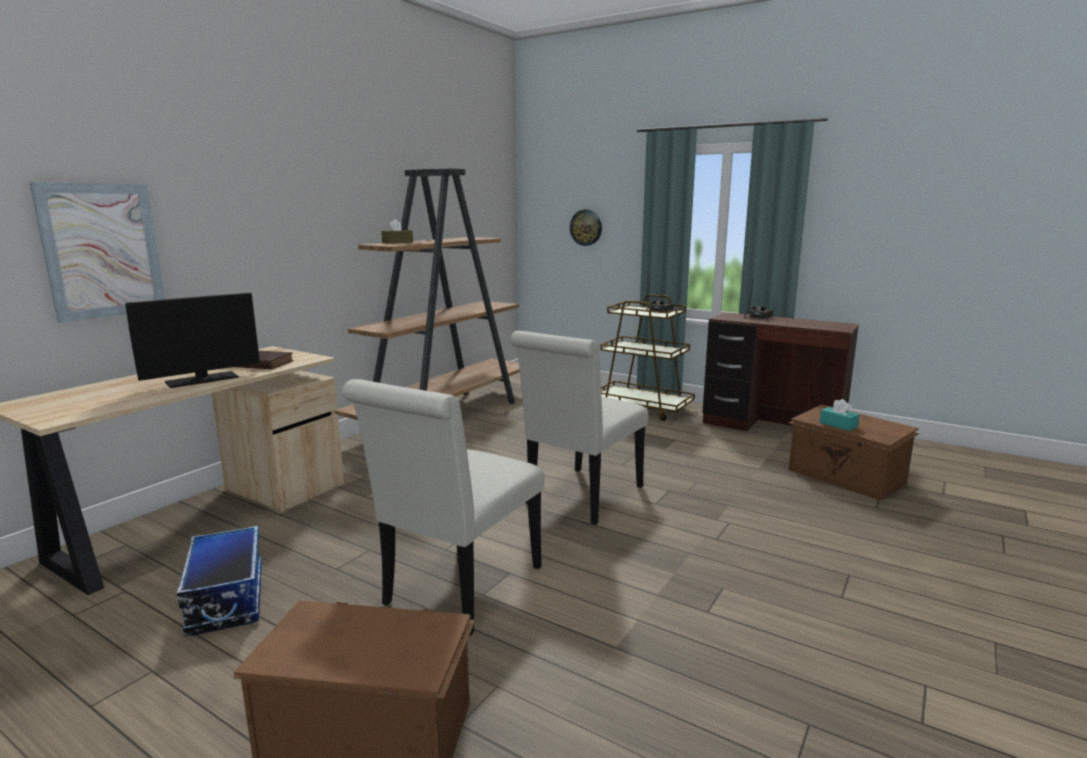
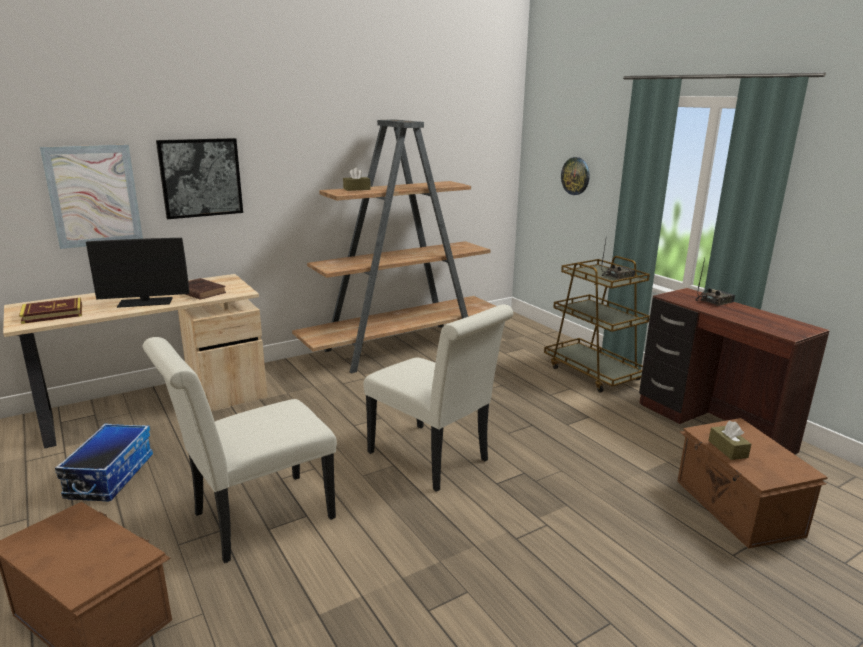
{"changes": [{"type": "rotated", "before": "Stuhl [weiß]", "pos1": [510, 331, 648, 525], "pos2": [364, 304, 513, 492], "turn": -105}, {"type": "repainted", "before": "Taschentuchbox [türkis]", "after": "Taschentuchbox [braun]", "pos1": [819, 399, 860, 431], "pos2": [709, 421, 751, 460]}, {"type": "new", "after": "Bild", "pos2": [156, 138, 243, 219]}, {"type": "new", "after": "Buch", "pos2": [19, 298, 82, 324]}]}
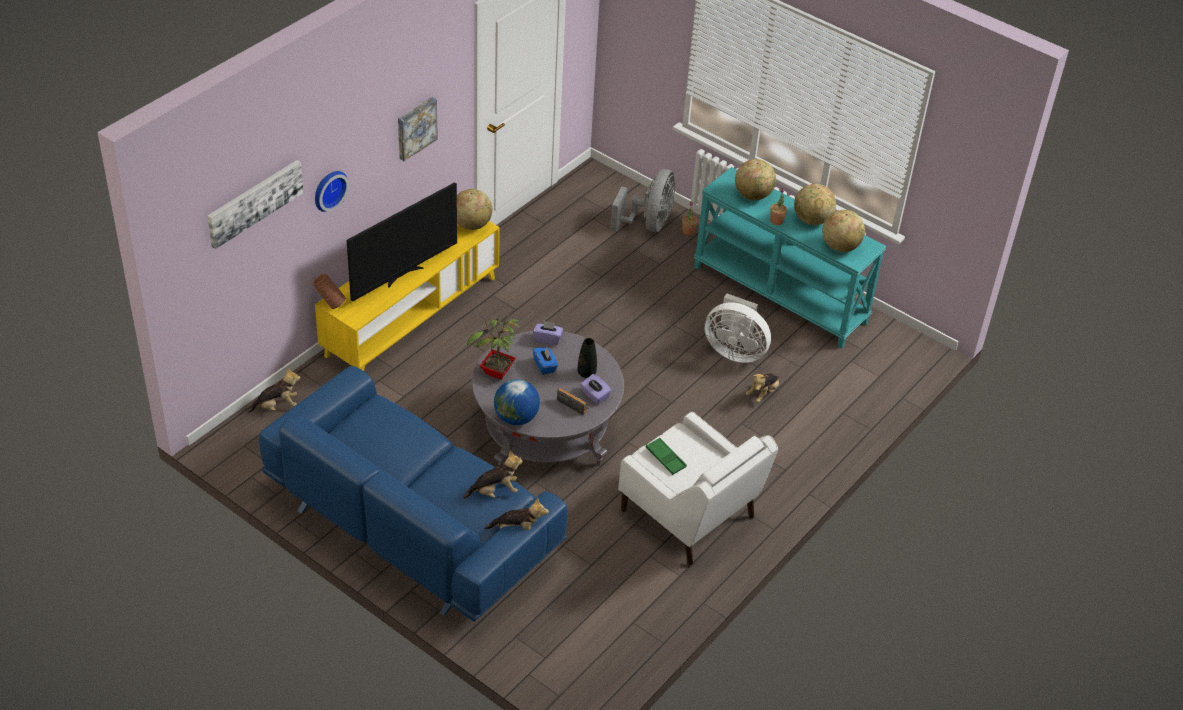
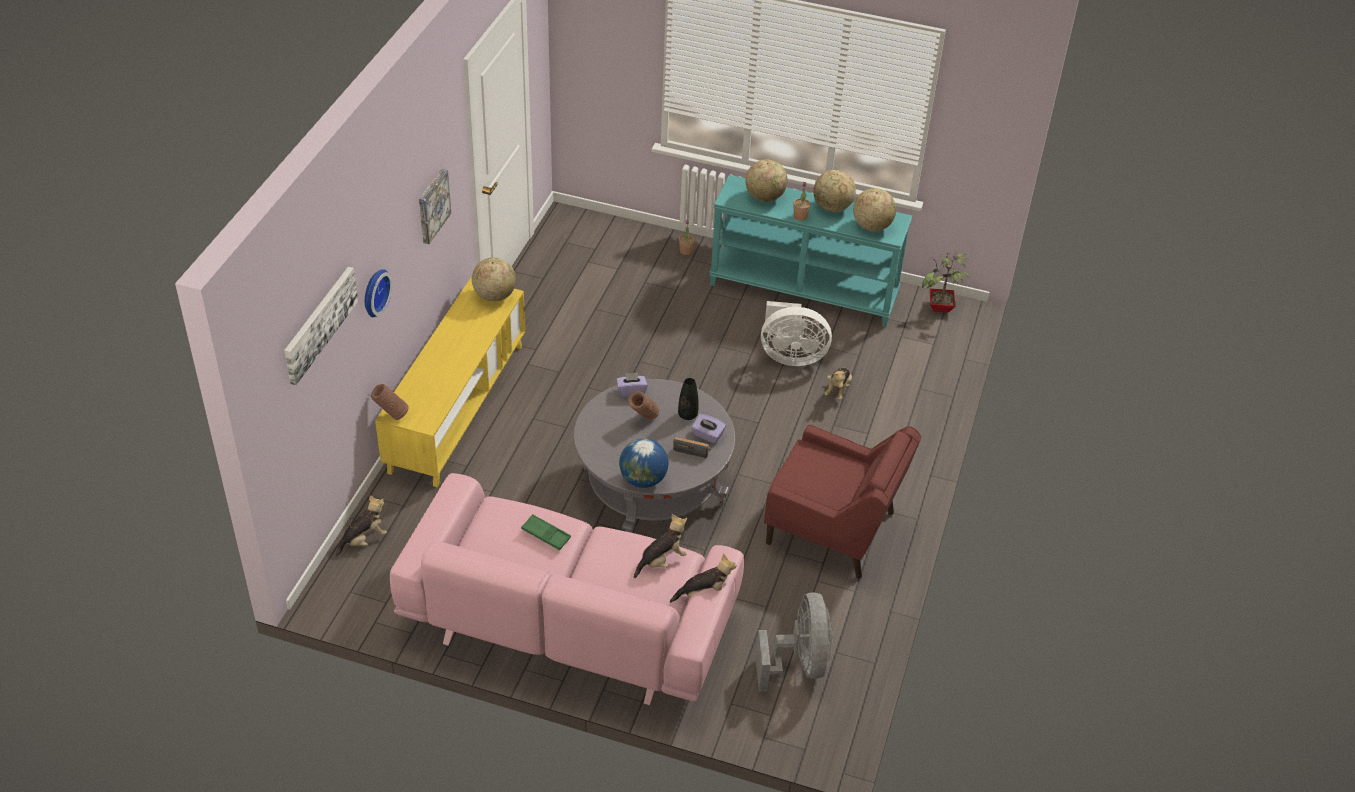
{"changes": [{"type": "shifted", "before": "Ventilator [grau]", "pos1": [610, 169, 675, 232], "pos2": [755, 592, 833, 692]}, {"type": "gone", "before": "Fernseher", "pos1": [347, 182, 457, 302]}, {"type": "shifted", "before": "Topfpflanze", "pos1": [467, 314, 520, 380], "pos2": [922, 250, 970, 313]}, {"type": "swapped", "before": "Taschentuchbox [blau]", "after": "Vase [braun]", "pos1": [533, 347, 558, 375], "pos2": [628, 391, 659, 420]}, {"type": "repainted", "before": "Sofa [blau]", "after": "Sofa [rosa]", "pos1": [259, 366, 568, 622], "pos2": [390, 473, 744, 705]}, {"type": "repainted", "before": "Sessel [weiß]", "after": "Sessel [rot]", "pos1": [618, 412, 778, 565], "pos2": [764, 425, 922, 578]}, {"type": "shifted", "before": "Tablett [grün]", "pos1": [646, 438, 687, 475], "pos2": [521, 514, 571, 550]}]}
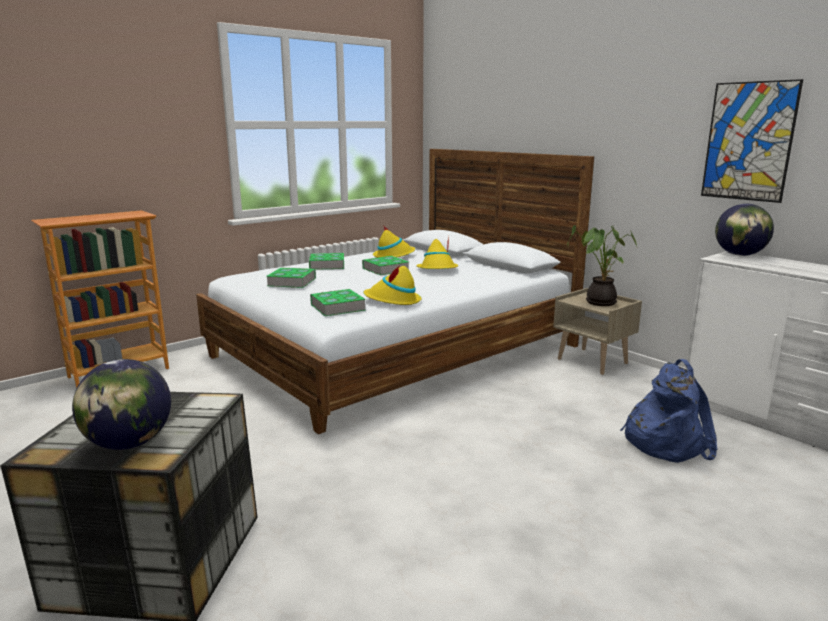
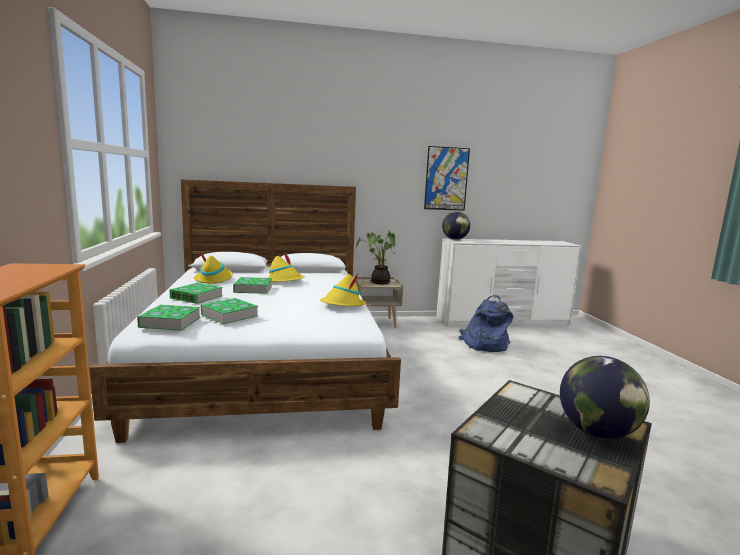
{"changes": [{"type": "shifted", "before": "Buch", "pos1": [310, 289, 366, 316], "pos2": [137, 305, 201, 331]}]}
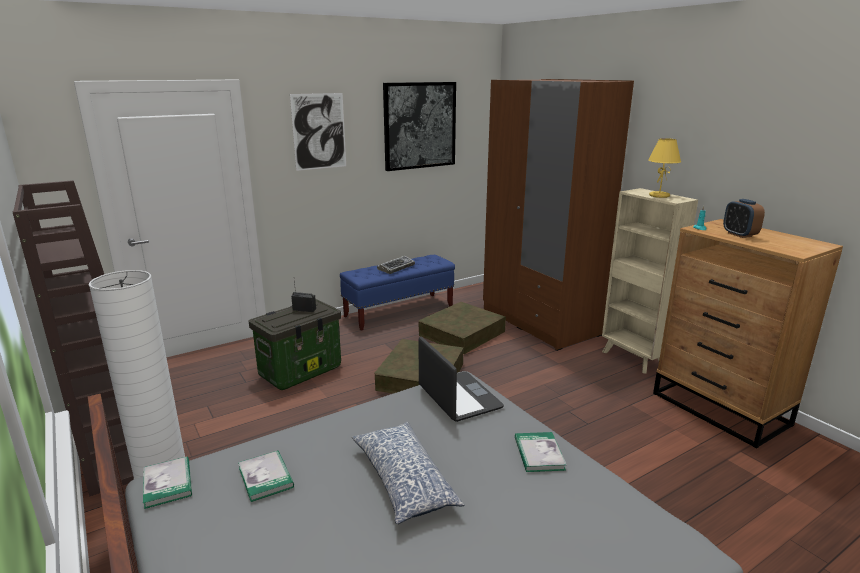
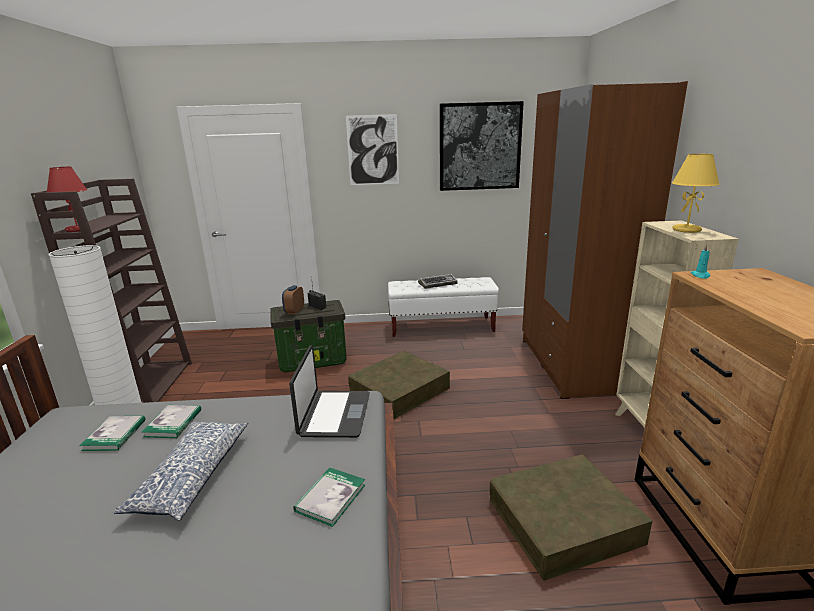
{"changes": [{"type": "shifted", "before": "Wecker", "pos1": [723, 199, 765, 238], "pos2": [282, 285, 304, 314]}, {"type": "repainted", "before": "Bank [blau]", "after": "Bank [weiß]", "pos1": [340, 254, 455, 331], "pos2": [388, 277, 499, 337]}, {"type": "shifted", "before": "Aufbewahrungsbox [braun]", "pos1": [418, 302, 506, 354], "pos2": [490, 454, 652, 581]}, {"type": "shifted", "before": "Buch", "pos1": [143, 457, 192, 509], "pos2": [142, 405, 201, 438]}, {"type": "new", "after": "Tischlampe [rot]", "pos2": [47, 167, 87, 232]}]}
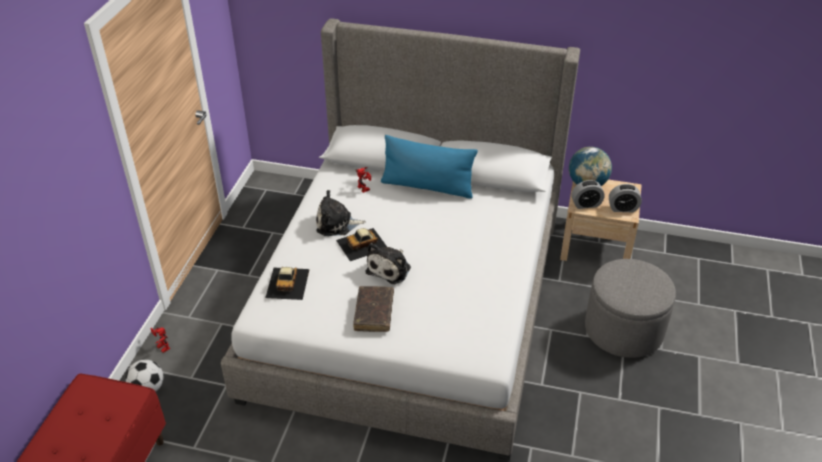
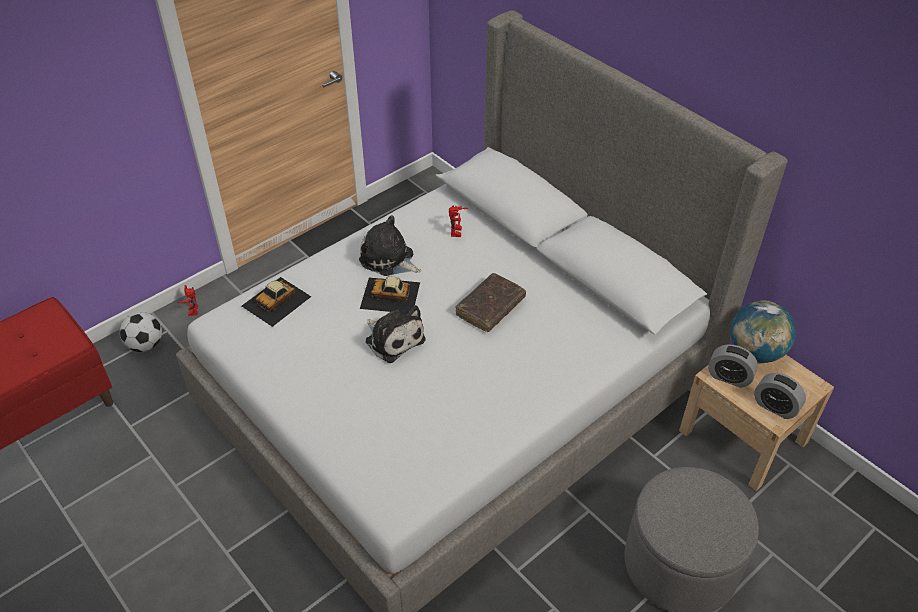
{"changes": [{"type": "gone", "before": "Kissen [blau]", "pos1": [381, 135, 478, 199]}, {"type": "rotated", "before": "Plüschtier", "pos1": [366, 243, 411, 284], "pos2": [366, 305, 426, 363], "turn": -105}, {"type": "shifted", "before": "Buch [braun]", "pos1": [353, 286, 394, 332], "pos2": [456, 273, 526, 332]}]}
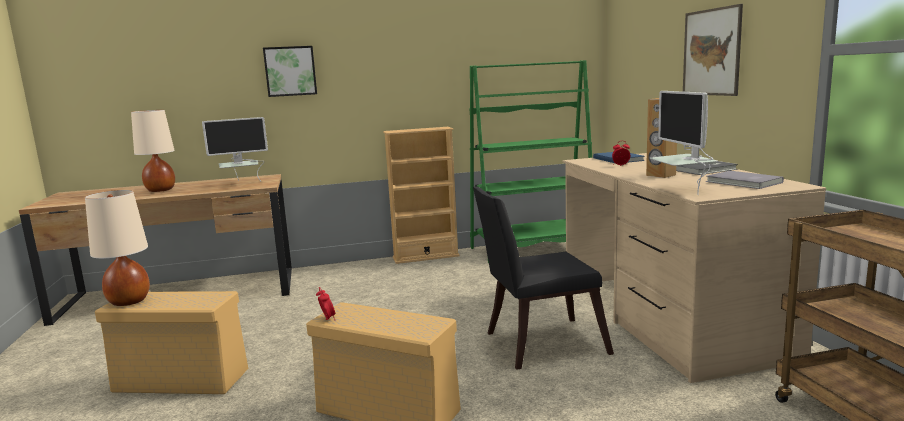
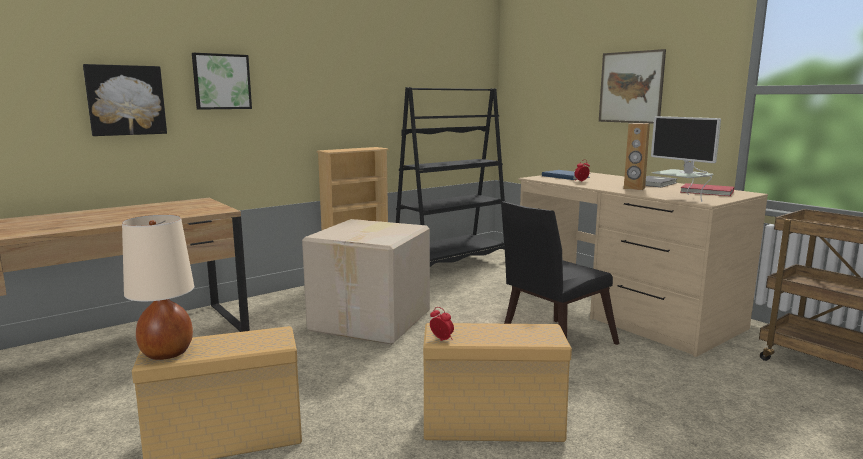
{"changes": [{"type": "repainted", "before": "Bücherregal [grün]", "after": "Bücherregal [schwarz]", "pos1": [470, 60, 592, 263], "pos2": [396, 87, 505, 267]}, {"type": "gone", "before": "Tischlampe [beige]", "pos1": [131, 110, 175, 192]}, {"type": "gone", "before": "Monitor", "pos1": [202, 117, 268, 181]}, {"type": "repainted", "before": "Buch [grau]", "after": "Buch [rot]", "pos1": [706, 171, 784, 189], "pos2": [680, 183, 734, 196]}, {"type": "new", "after": "Bild", "pos2": [83, 64, 167, 136]}, {"type": "new", "after": "Karton", "pos2": [302, 219, 430, 345]}]}
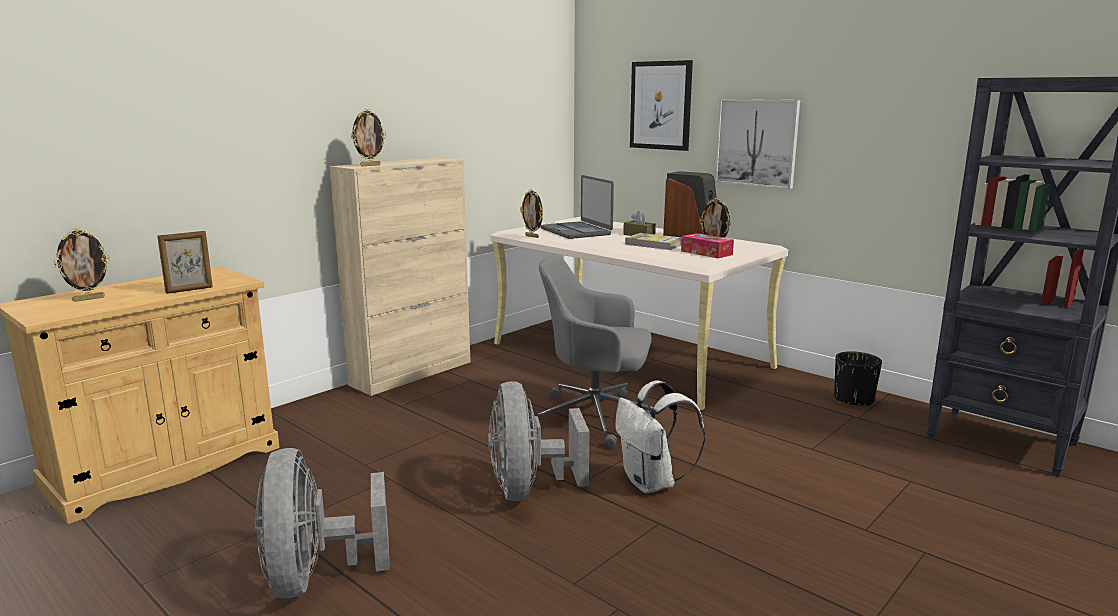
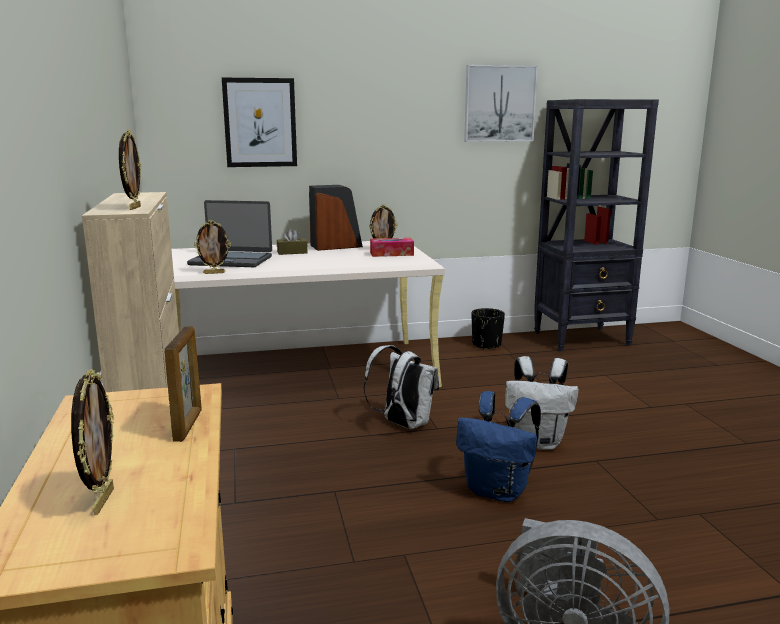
{"changes": [{"type": "shifted", "before": "Bild", "pos1": [715, 99, 800, 189], "pos2": [464, 65, 538, 142]}, {"type": "gone", "before": "Buch", "pos1": [625, 233, 682, 250]}, {"type": "swapped", "before": "Bürostuhl [grau]", "after": "Rucksack [weiß]", "pos1": [529, 256, 653, 449], "pos2": [363, 345, 439, 429]}, {"type": "swapped", "before": "Ventilator [grau]", "after": "Rucksack [blau]", "pos1": [488, 381, 589, 501], "pos2": [456, 391, 541, 502]}]}
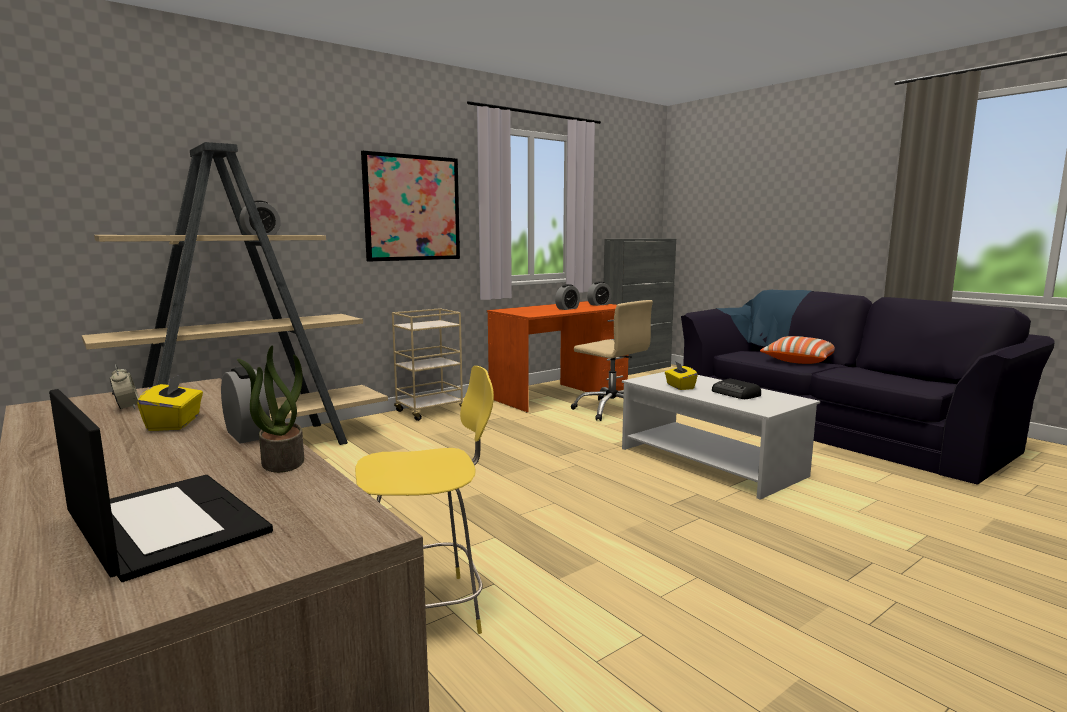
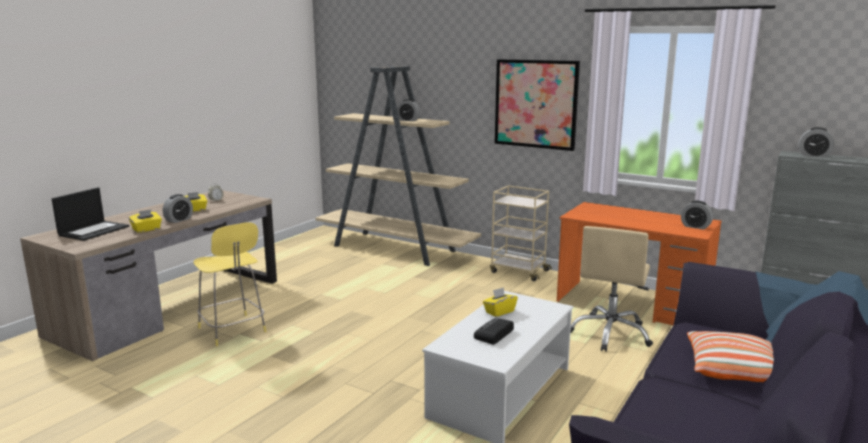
{"changes": [{"type": "shifted", "before": "Wecker", "pos1": [555, 284, 580, 310], "pos2": [799, 127, 835, 157]}, {"type": "swapped", "before": "Topfpflanze", "after": "Taschentuchbox [gelb]", "pos1": [237, 345, 304, 473], "pos2": [129, 209, 162, 233]}]}
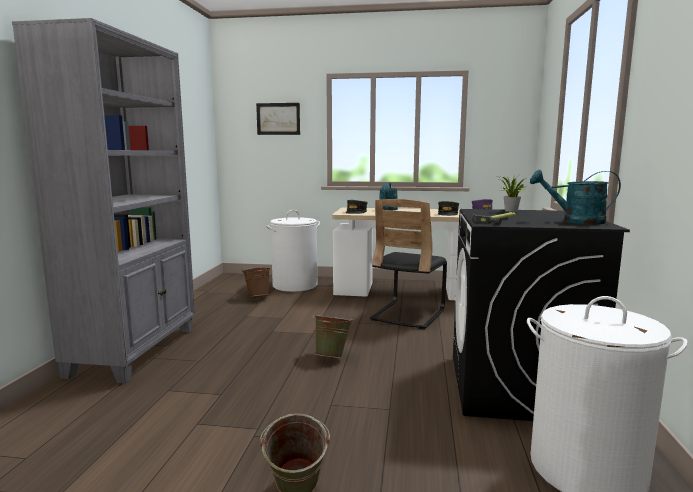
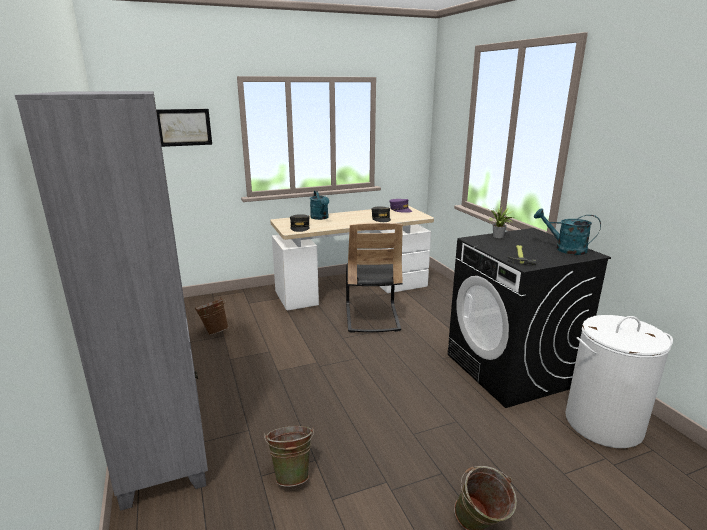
{"changes": [{"type": "rotated", "before": "Gießkanne [türkis]", "pos1": [530, 170, 621, 224], "pos2": [534, 208, 601, 255], "turn": 45}, {"type": "gone", "before": "Wäschekorb [weiß]", "pos1": [266, 210, 320, 292]}, {"type": "shifted", "before": "Eimer [grün]", "pos1": [314, 313, 353, 358], "pos2": [264, 426, 314, 487]}]}
